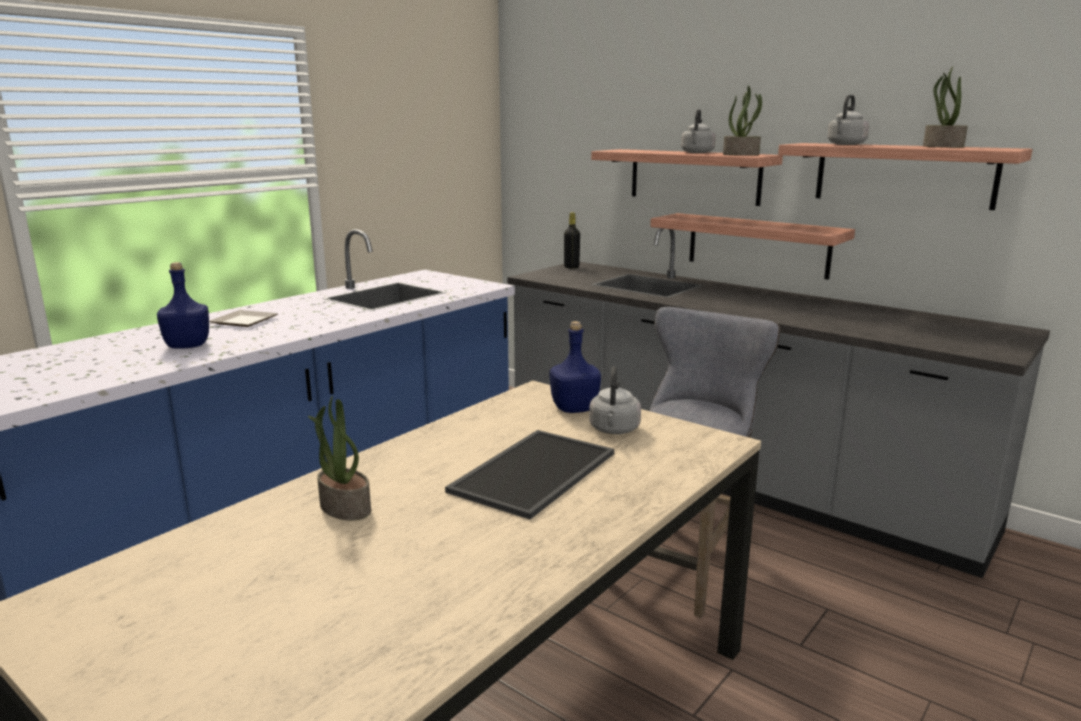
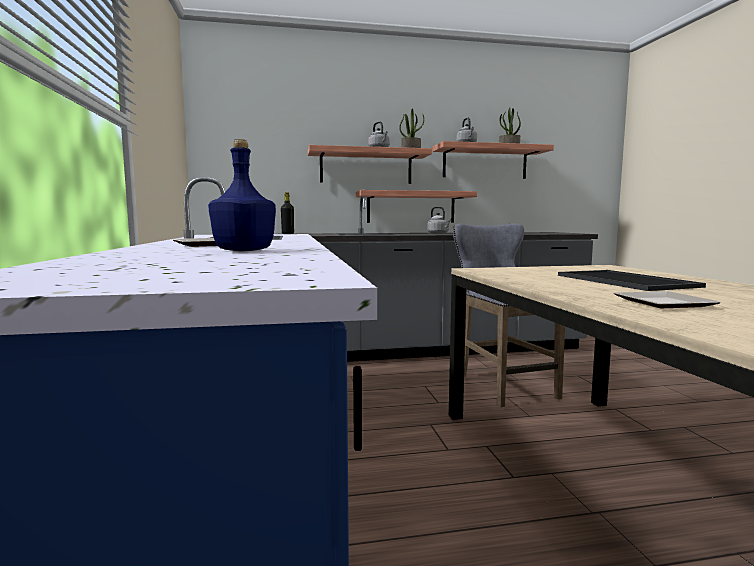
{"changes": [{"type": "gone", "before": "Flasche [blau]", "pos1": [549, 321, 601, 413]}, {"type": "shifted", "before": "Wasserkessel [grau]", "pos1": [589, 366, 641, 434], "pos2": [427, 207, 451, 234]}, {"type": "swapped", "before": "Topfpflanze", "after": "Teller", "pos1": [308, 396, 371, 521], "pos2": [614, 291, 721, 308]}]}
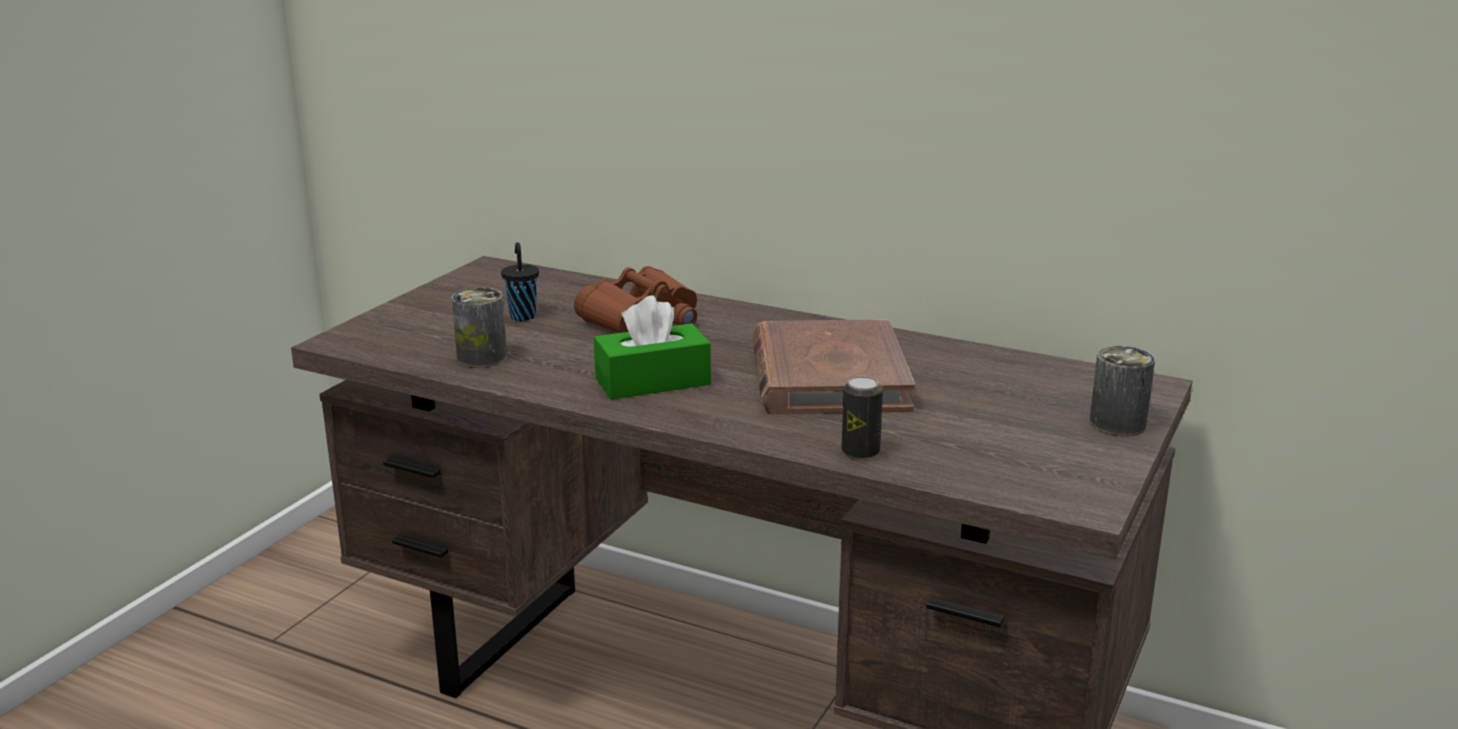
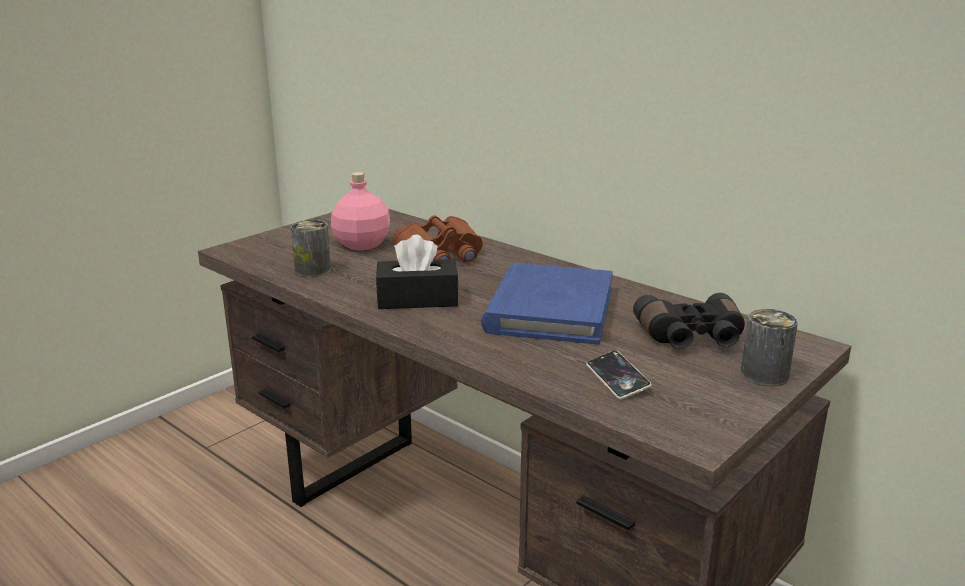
{"changes": [{"type": "swapped", "before": "Tasse [schwarz]", "after": "Flasche [rosa]", "pos1": [501, 242, 539, 321], "pos2": [331, 172, 390, 250]}, {"type": "repainted", "before": "Taschentuchbox [grün]", "after": "Taschentuchbox [schwarz]", "pos1": [594, 295, 711, 399], "pos2": [376, 235, 459, 309]}, {"type": "repainted", "before": "Buch [braun]", "after": "Buch [blau]", "pos1": [752, 319, 915, 414], "pos2": [481, 263, 613, 345]}, {"type": "gone", "before": "Dose", "pos1": [842, 376, 883, 460]}, {"type": "new", "after": "Fernglas [schwarz]", "pos2": [633, 293, 745, 349]}, {"type": "new", "after": "Handy", "pos2": [586, 350, 652, 400]}]}
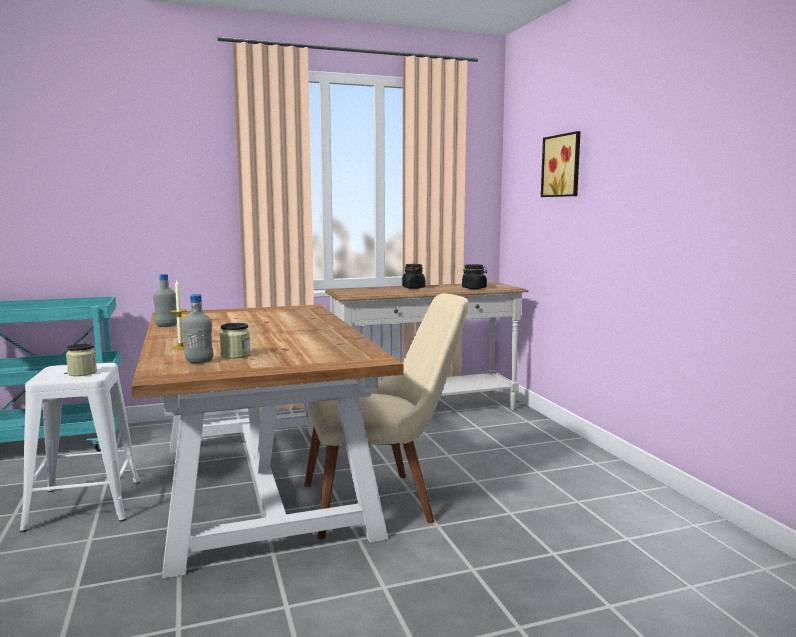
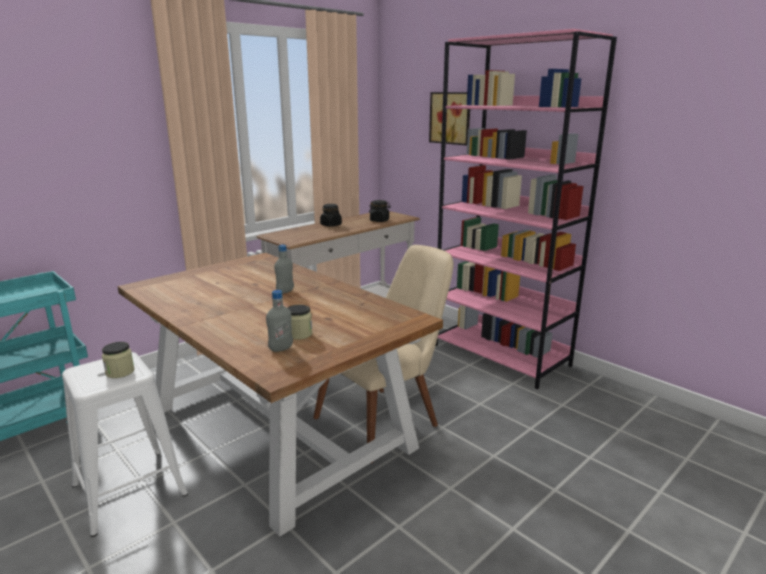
{"changes": [{"type": "shifted", "before": "Flasche [grau]", "pos1": [153, 274, 177, 327], "pos2": [274, 245, 294, 294]}, {"type": "gone", "before": "Kerze", "pos1": [170, 280, 187, 350]}, {"type": "new", "after": "Bücherregal [rosa]", "pos2": [435, 29, 617, 389]}]}
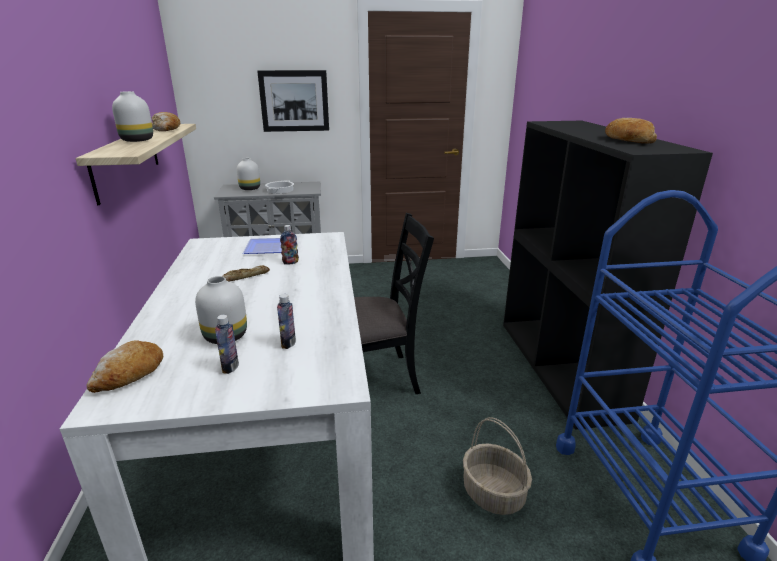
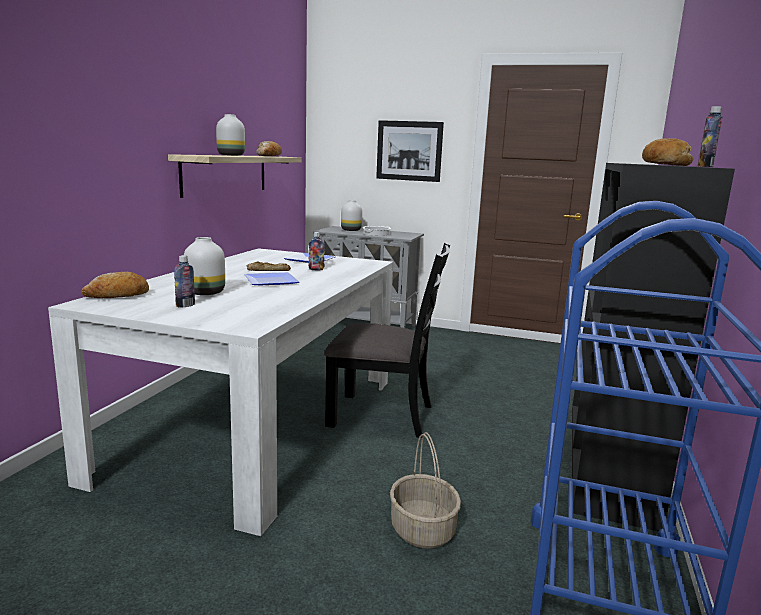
{"changes": [{"type": "shifted", "before": "Flasche", "pos1": [277, 294, 296, 349], "pos2": [698, 106, 722, 167]}, {"type": "new", "after": "Teller", "pos2": [244, 272, 299, 286]}]}
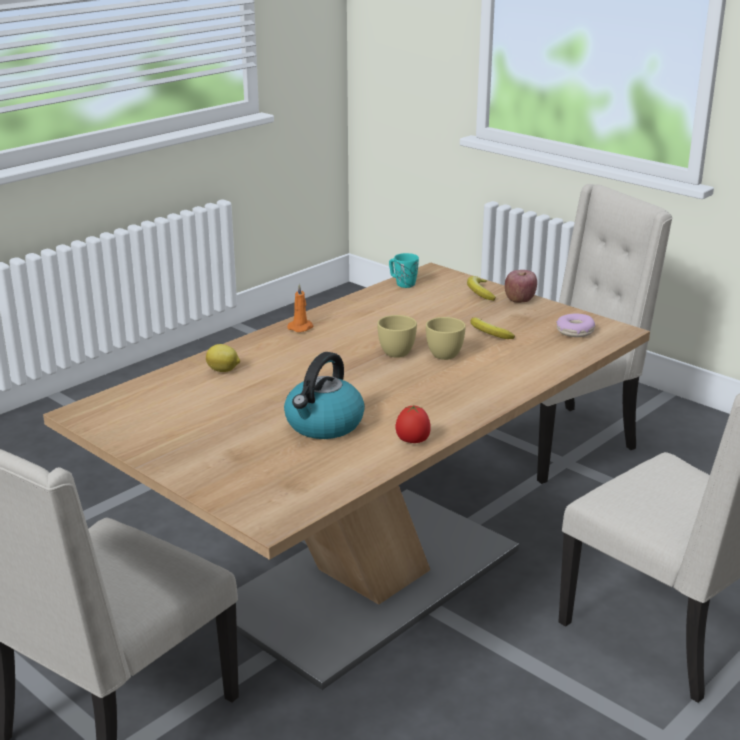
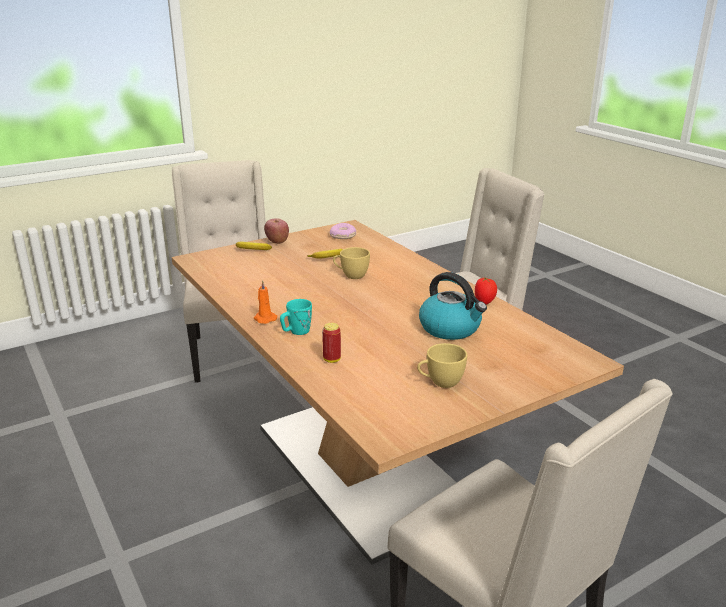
{"changes": [{"type": "shifted", "before": "Henkelbecher [türkis]", "pos1": [389, 253, 419, 288], "pos2": [280, 299, 312, 335]}, {"type": "shifted", "before": "Tasse [gelb]", "pos1": [377, 315, 417, 358], "pos2": [417, 343, 467, 388]}, {"type": "swapped", "before": "Zitrone", "after": "Dose", "pos1": [206, 344, 240, 372], "pos2": [322, 323, 341, 363]}]}
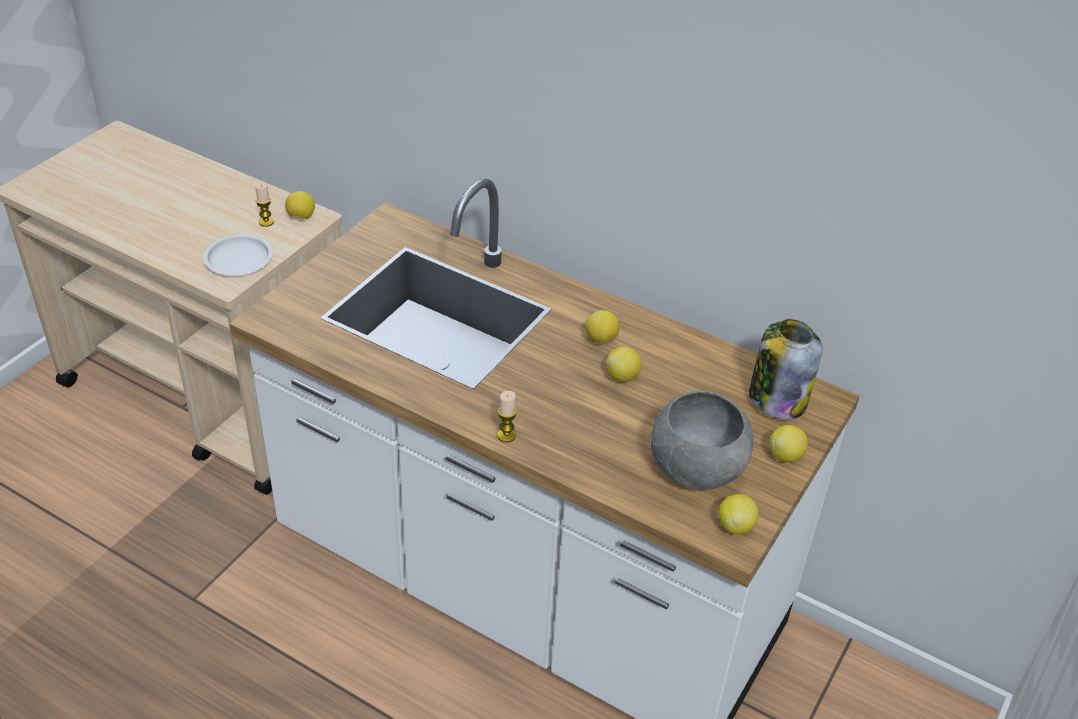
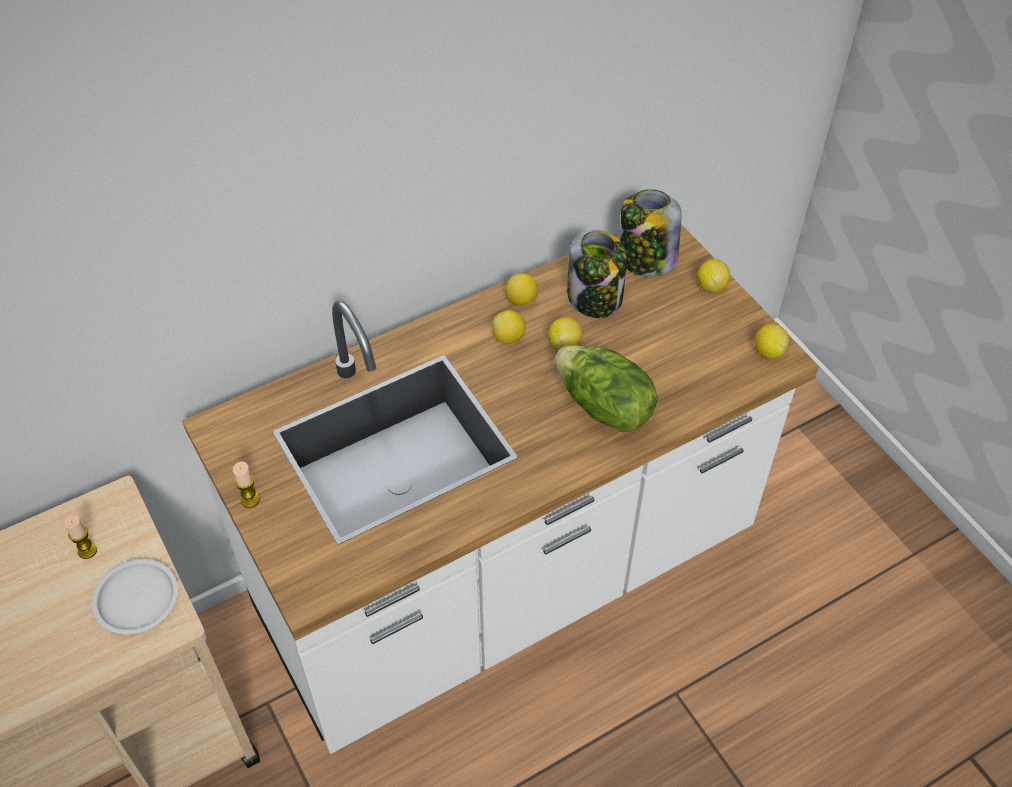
{"changes": [{"type": "shifted", "before": "Zitrone", "pos1": [285, 191, 315, 219], "pos2": [505, 274, 538, 306]}, {"type": "shifted", "before": "Kerze", "pos1": [497, 391, 517, 443], "pos2": [233, 462, 260, 508]}, {"type": "gone", "before": "Schüssel [grau]", "pos1": [651, 391, 753, 489]}, {"type": "new", "after": "Vorratsglas", "pos2": [567, 230, 627, 318]}, {"type": "new", "after": "Salatkopf", "pos2": [555, 345, 658, 432]}]}
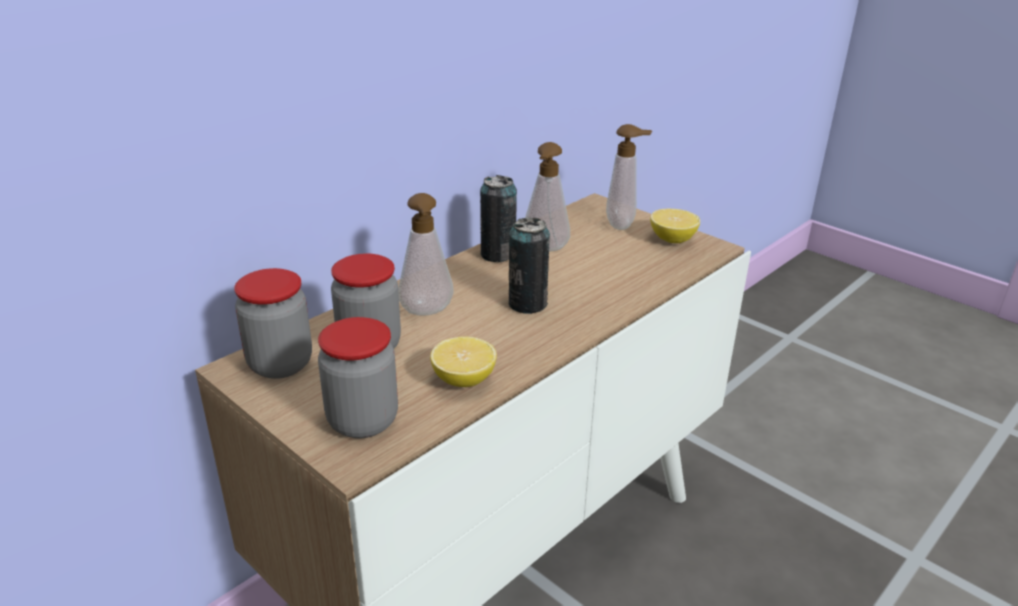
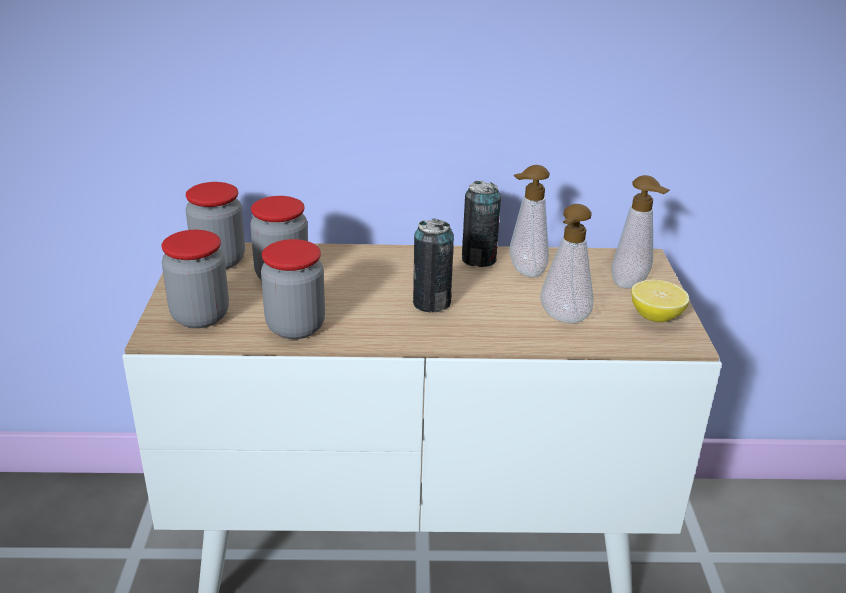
{"changes": [{"type": "shifted", "before": "Seifenspender", "pos1": [398, 193, 454, 316], "pos2": [540, 204, 594, 323]}, {"type": "swapped", "before": "Zitrone", "after": "Vorratsglas", "pos1": [430, 337, 497, 387], "pos2": [261, 239, 325, 339]}]}
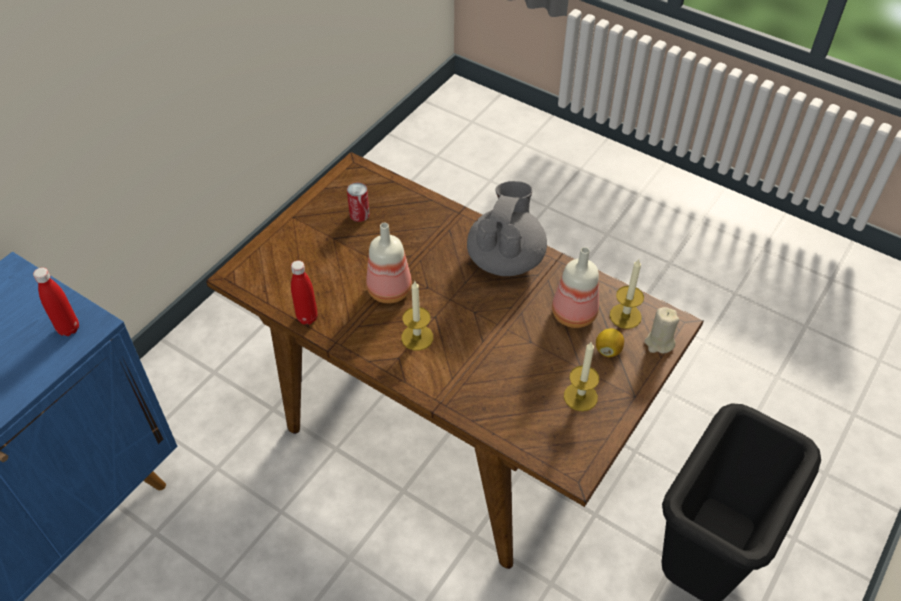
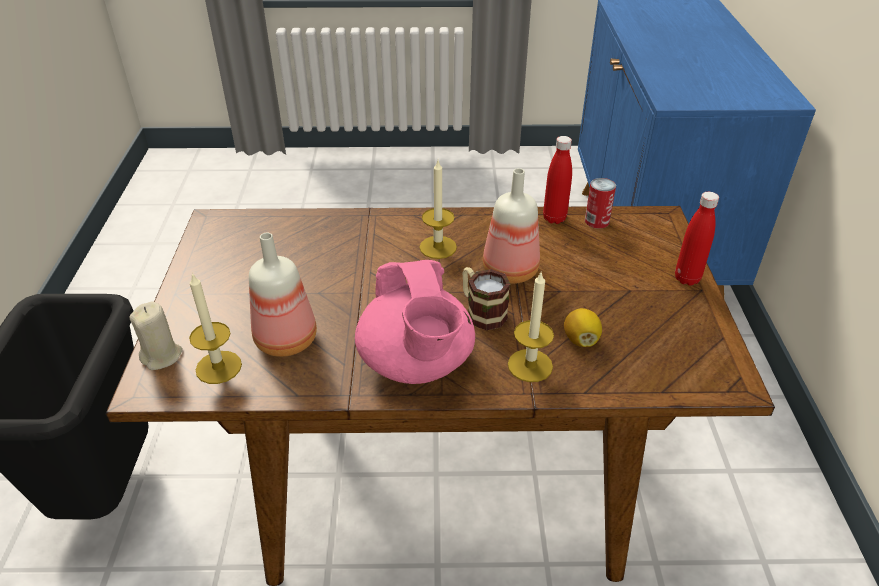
{"changes": [{"type": "repainted", "before": "Teekanne [grau]", "after": "Teekanne [rosa]", "pos1": [467, 181, 547, 276], "pos2": [355, 260, 475, 384]}, {"type": "shifted", "before": "Dose", "pos1": [347, 182, 370, 222], "pos2": [585, 178, 616, 229]}, {"type": "shifted", "before": "Flasche [rot]", "pos1": [33, 268, 79, 336], "pos2": [675, 192, 719, 286]}, {"type": "shifted", "before": "Zitrone", "pos1": [596, 328, 624, 358], "pos2": [564, 308, 602, 347]}, {"type": "shifted", "before": "Kerze", "pos1": [564, 341, 599, 411], "pos2": [508, 272, 554, 382]}, {"type": "new", "after": "Henkelbecher", "pos2": [462, 267, 510, 330]}]}
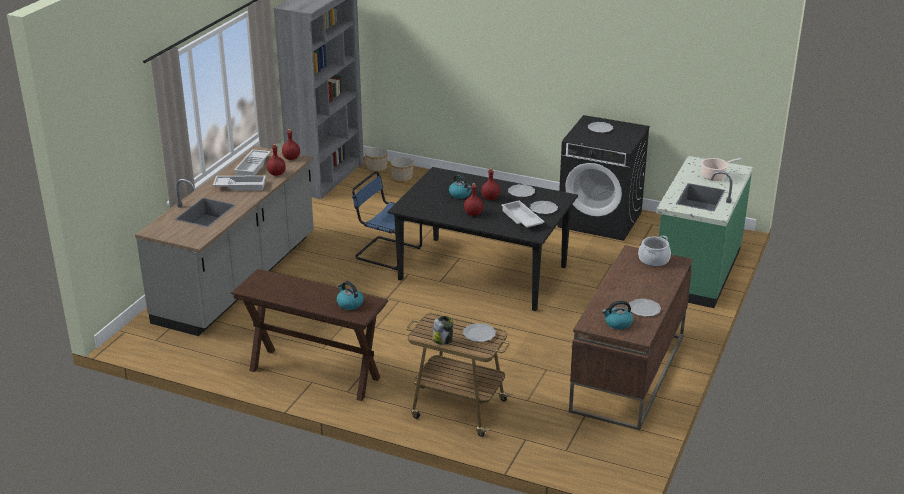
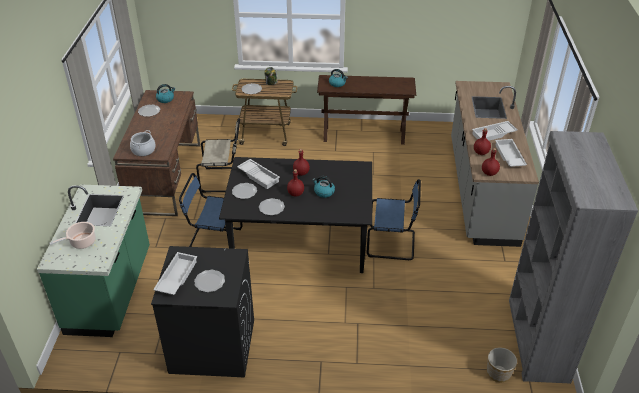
{"changes": [{"type": "gone", "before": "Pflanzkübel", "pos1": [390, 157, 414, 183]}, {"type": "new", "after": "Stuhl [beige]", "pos2": [196, 118, 240, 193]}, {"type": "new", "after": "Stuhl [blau]", "pos2": [179, 173, 243, 247]}, {"type": "new", "after": "Tablett [weiß]", "pos2": [153, 252, 197, 295]}]}
